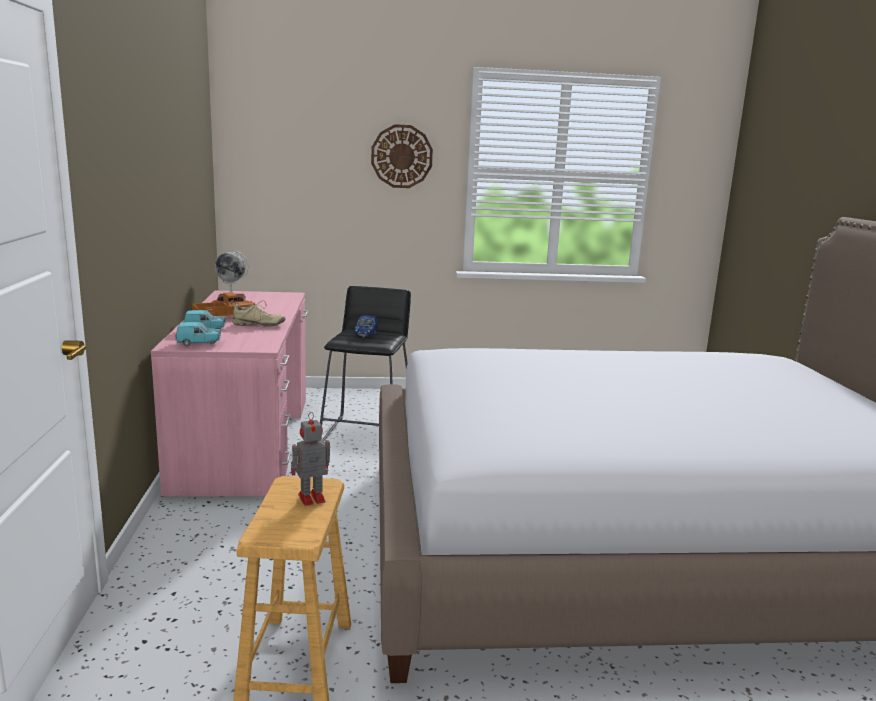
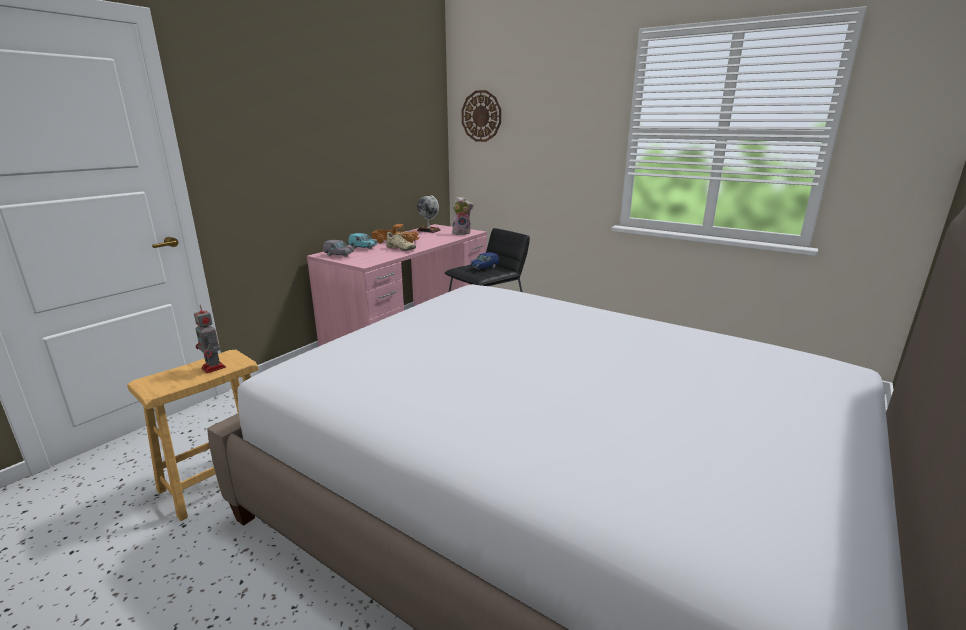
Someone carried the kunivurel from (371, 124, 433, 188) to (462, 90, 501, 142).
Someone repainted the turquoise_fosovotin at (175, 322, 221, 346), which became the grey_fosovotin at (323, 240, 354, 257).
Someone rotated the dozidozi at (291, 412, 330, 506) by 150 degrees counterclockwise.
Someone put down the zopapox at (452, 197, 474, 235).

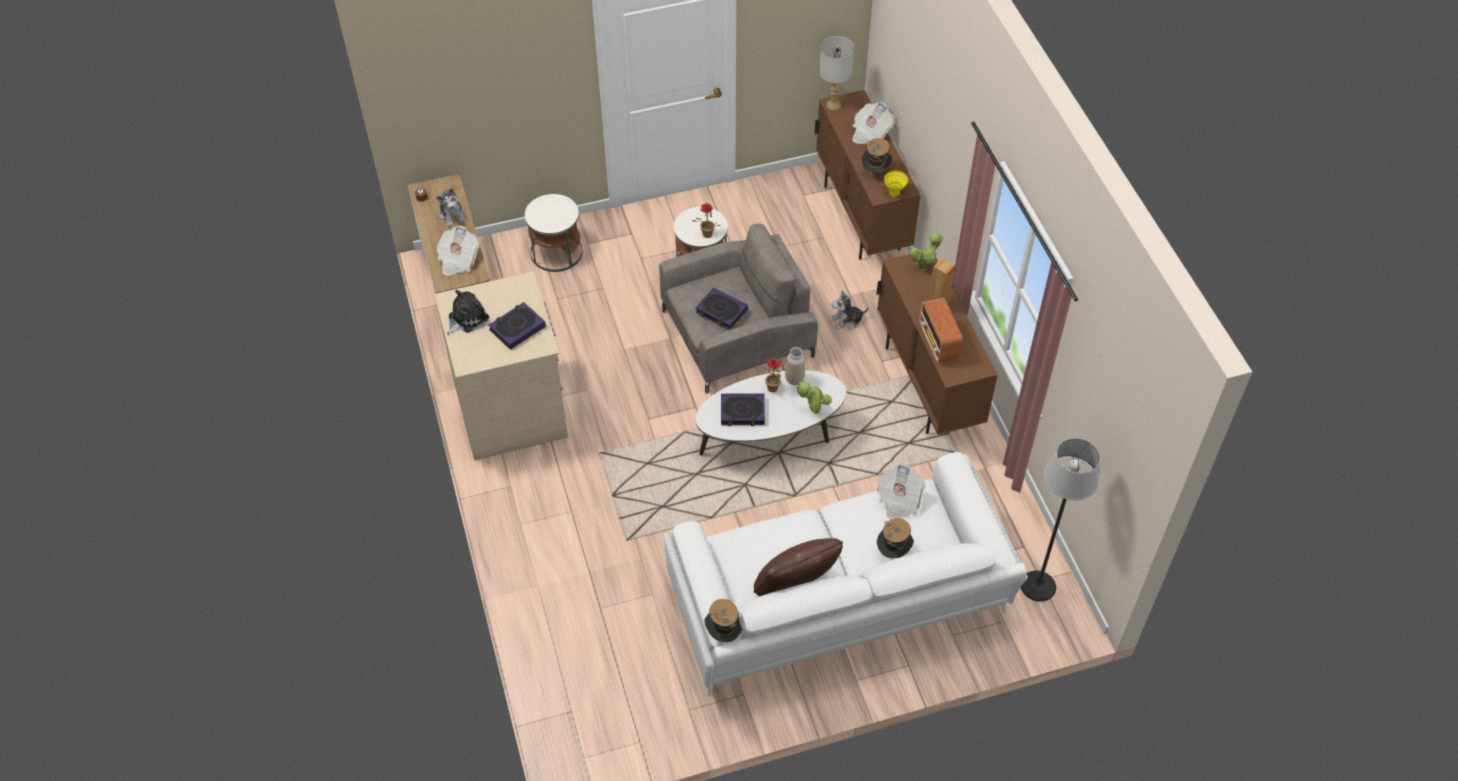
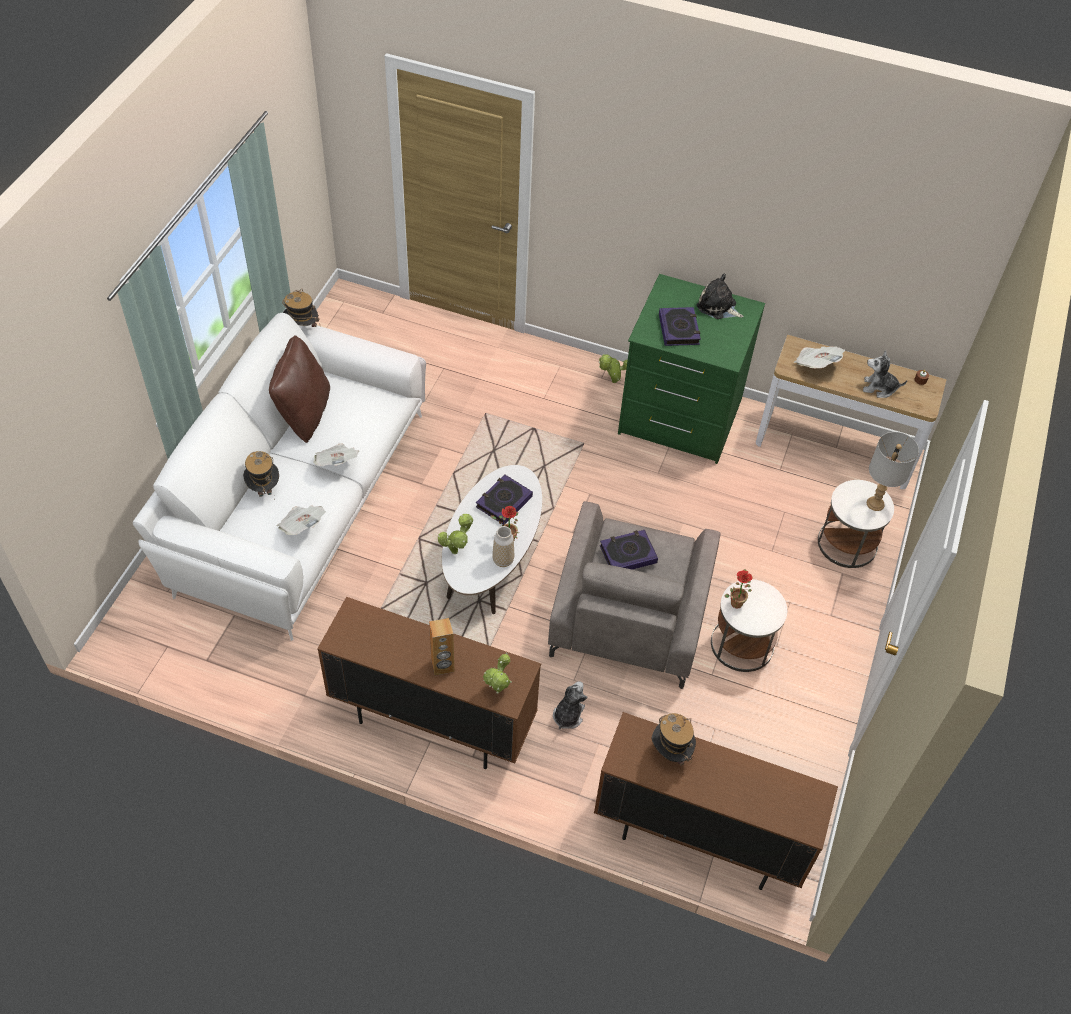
Someone carried the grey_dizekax from (819, 36, 854, 111) to (867, 432, 919, 511).
Someone carried the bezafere from (852, 102, 894, 144) to (313, 443, 359, 466).
Someone took away the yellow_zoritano at (884, 170, 908, 197).
Someone repainted the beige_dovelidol at (434, 272, 568, 461), which became the green_dovelidol at (618, 274, 765, 464).
Someone rotated the zopapox at (447, 290, 489, 336) by 135 degrees clockwise.
Someone took away the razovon at (919, 297, 963, 362).
Someone took away the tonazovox at (1021, 438, 1100, 602).
Someone put down the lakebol at (598, 354, 628, 383).

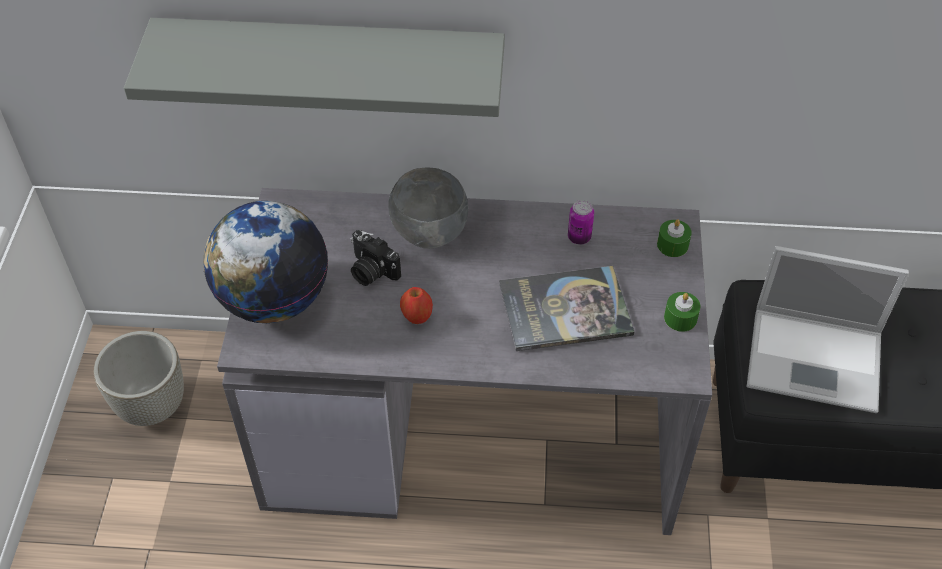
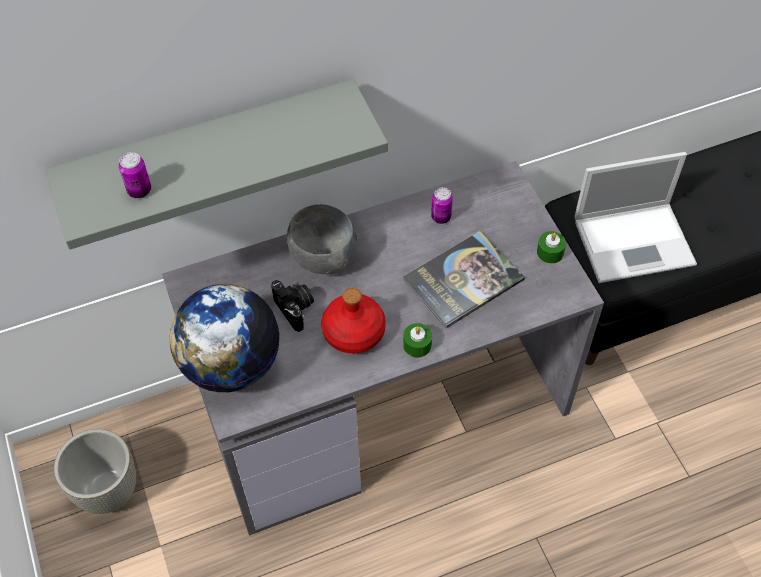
Someone carried the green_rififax from (657, 219, 692, 257) to (403, 323, 432, 358).
Someone rotated the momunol at (351, 230, 401, 286) by 135 degrees counterclockwise.
Someone swapped the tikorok at (400, 287, 433, 324) for the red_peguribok at (321, 288, 386, 354).
Someone put down the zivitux at (119, 152, 151, 198).

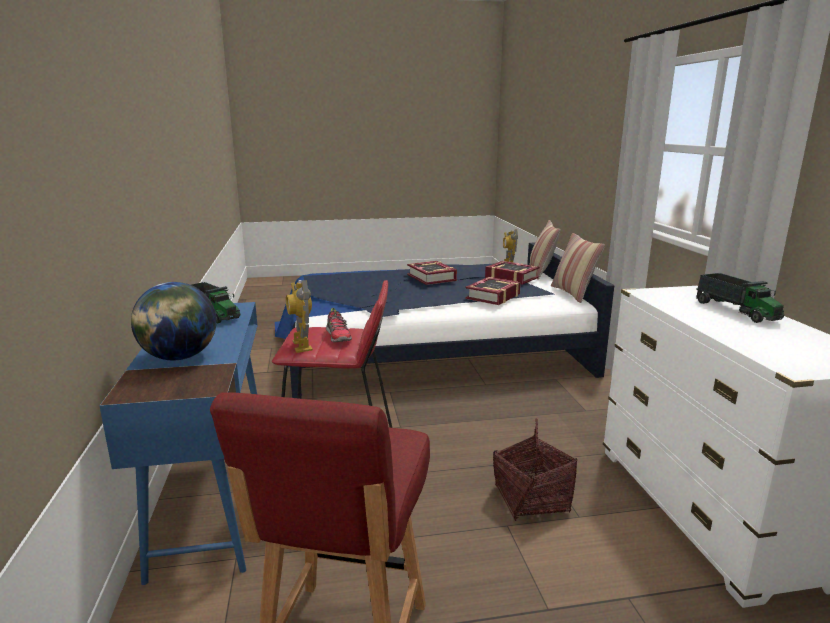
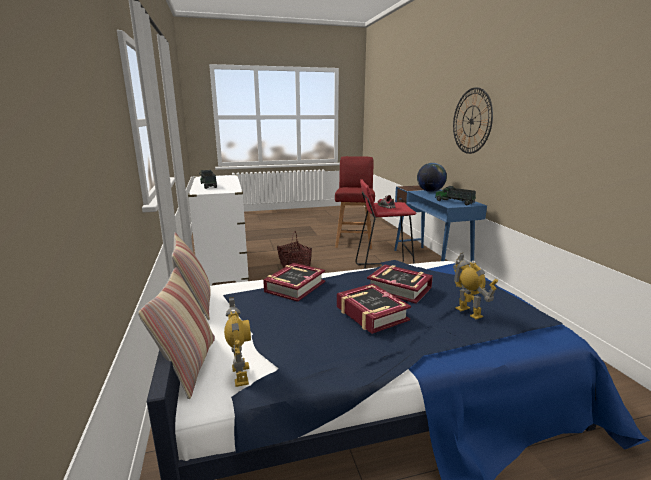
Someone carried the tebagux from (485, 261, 540, 285) to (367, 264, 433, 304).
Someone carried the dozidozi from (286, 280, 313, 353) to (453, 253, 498, 319).
Someone put up the kunivurel at (453, 87, 493, 154).

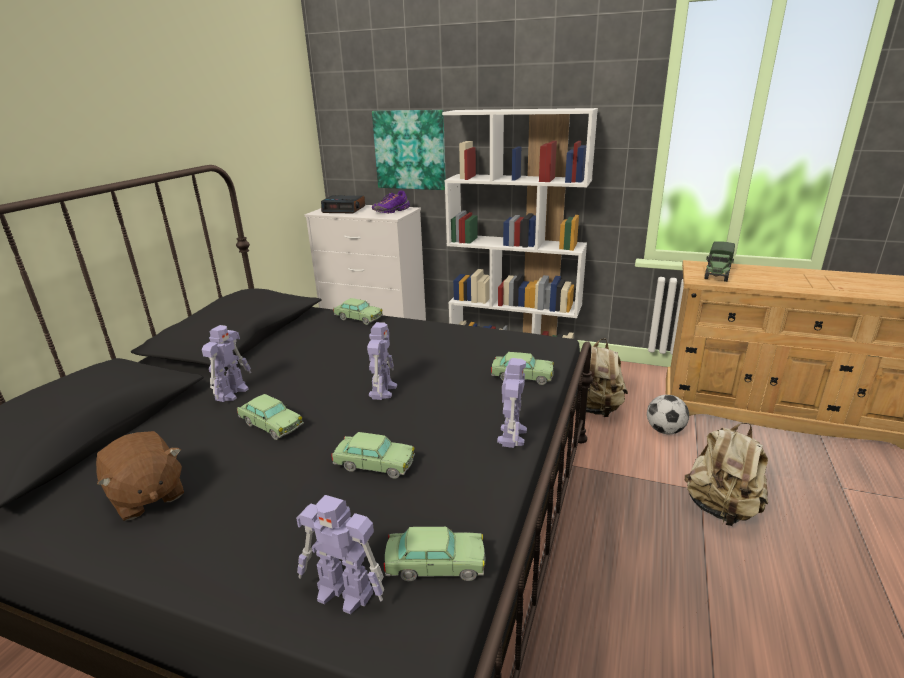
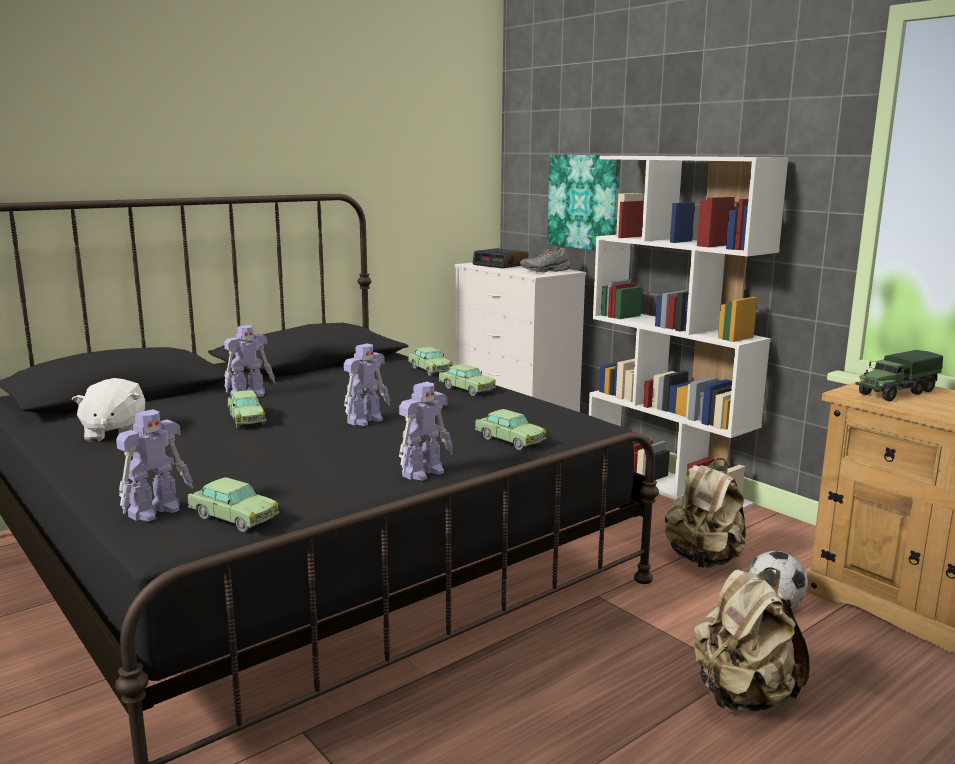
Someone repainted the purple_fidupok at (372, 190, 410, 214), which became the grey_fidupok at (520, 248, 571, 272).
Someone repainted the brown_zopapox at (96, 431, 184, 521), which became the white_zopapox at (72, 378, 145, 442).
Someone carried the fosovotin from (331, 432, 415, 479) to (439, 364, 496, 396).
Someone rotated the dozidozi at (296, 495, 384, 614) by 105 degrees counterclockwise.

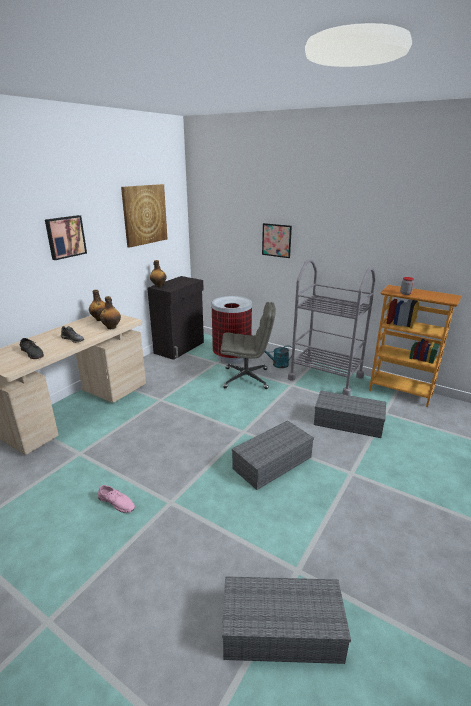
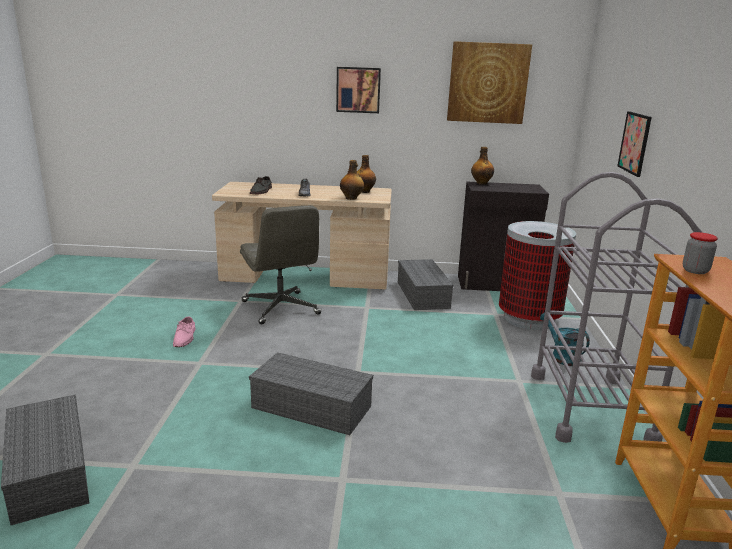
Someone carried the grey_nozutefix from (220, 302, 276, 389) to (240, 205, 321, 324).
Someone carried the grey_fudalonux from (314, 391, 386, 438) to (398, 259, 453, 310).

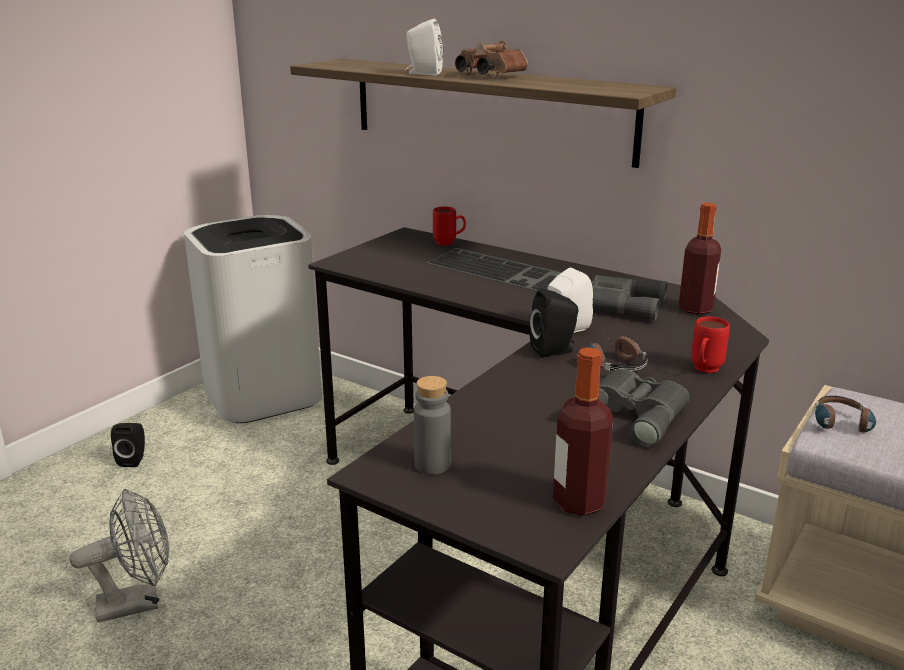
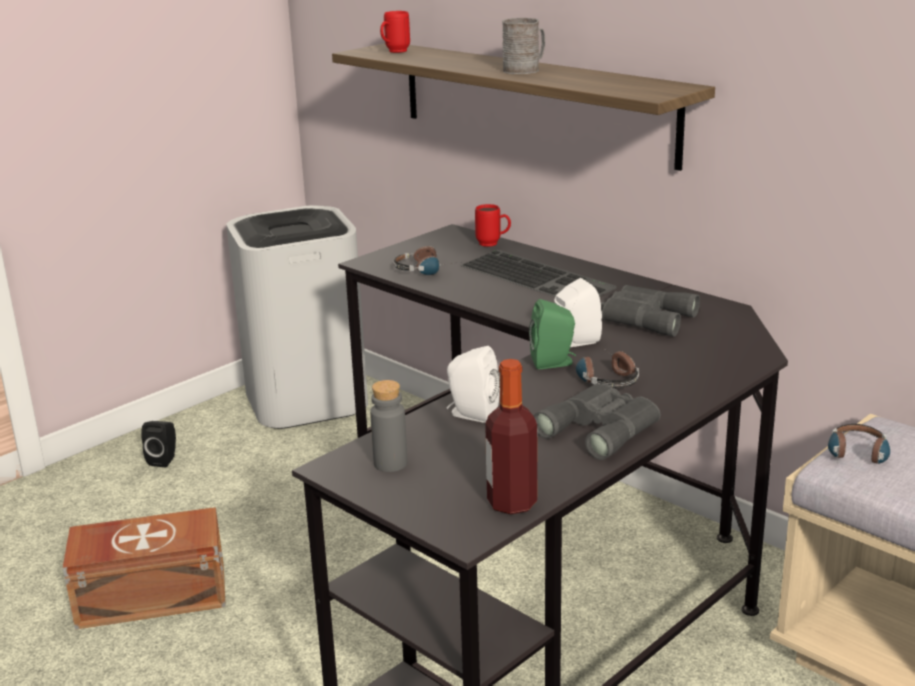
Someone carried the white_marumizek from (405, 19, 443, 75) to (447, 346, 500, 423).
Someone swapped the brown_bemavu at (455, 40, 528, 79) for the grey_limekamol at (502, 18, 545, 74).
Someone took away the peguribok at (679, 203, 721, 315).
Someone repainted the black_marumizek at (530, 288, 578, 358), which became the green_marumizek at (529, 299, 576, 369).
Someone carried the red_limekamol from (691, 316, 730, 373) to (380, 11, 410, 53).
Someone swapped the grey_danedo at (70, 489, 169, 623) for the brown_fudalonux at (63, 507, 226, 629).
Someone put down the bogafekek at (394, 246, 452, 275).

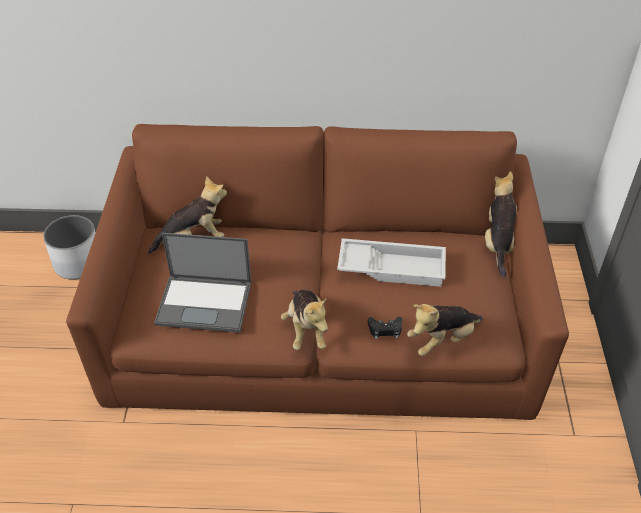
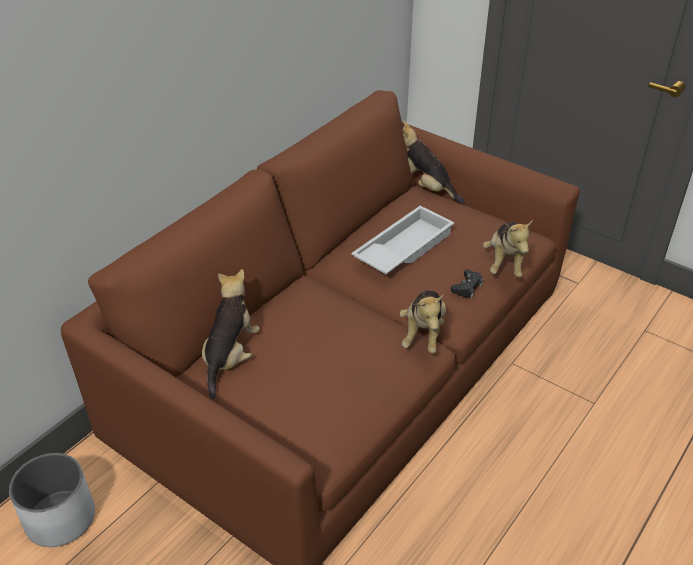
Someone took away the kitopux at (154, 233, 251, 333).
Someone rotated the zopapox at (281, 290, 328, 350) by 75 degrees clockwise.

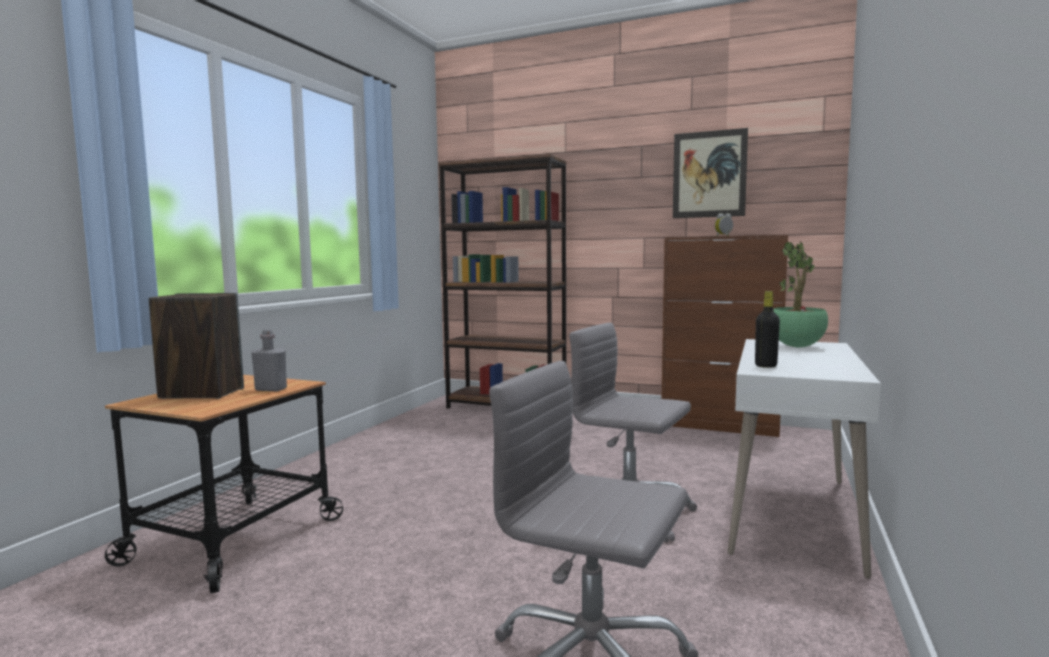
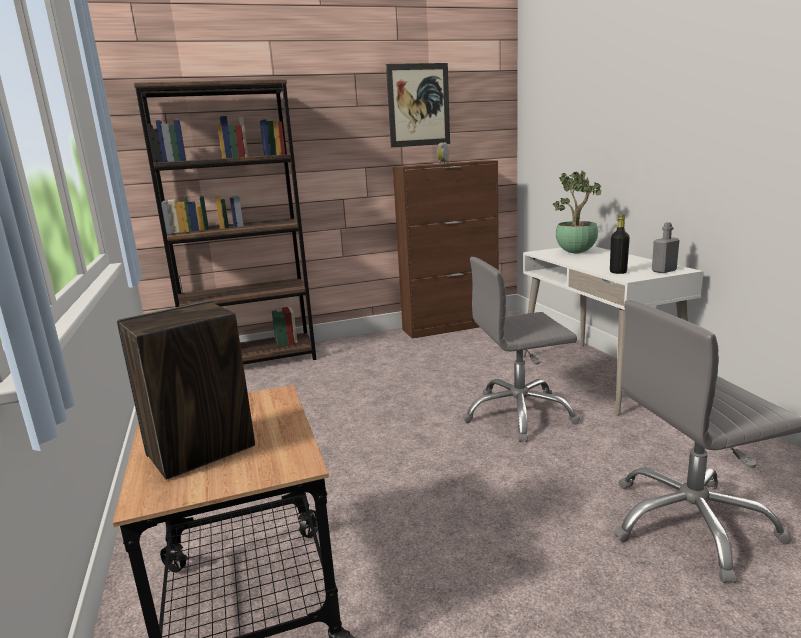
Someone carried the grey_peguribok from (251, 329, 287, 391) to (652, 222, 679, 273).

